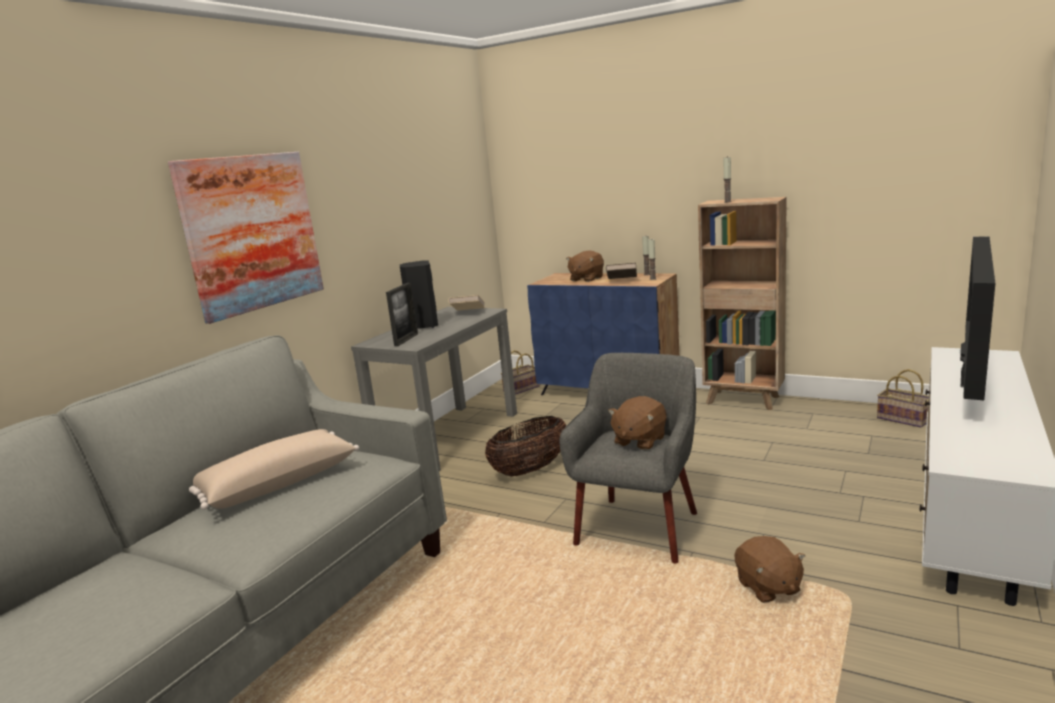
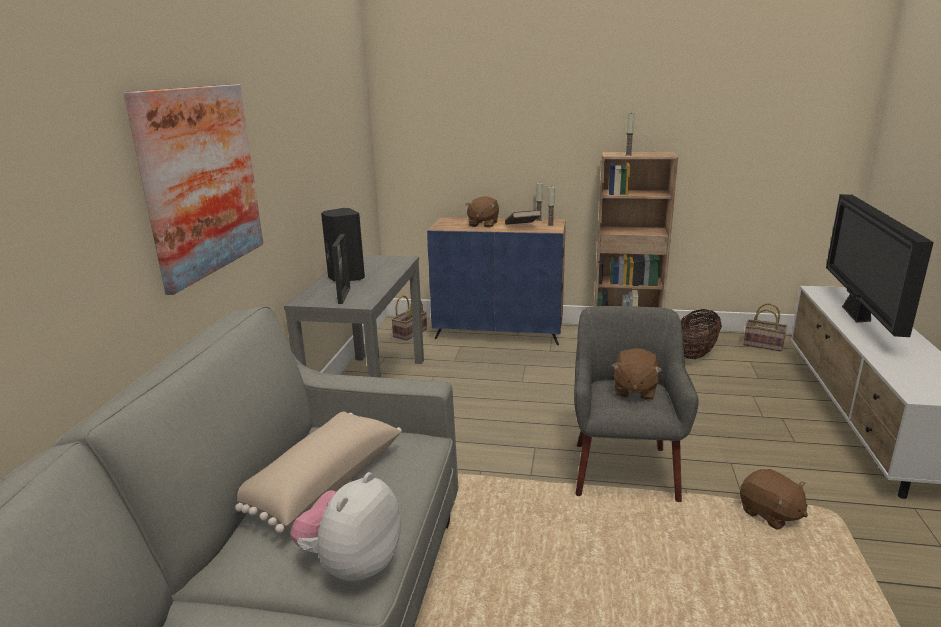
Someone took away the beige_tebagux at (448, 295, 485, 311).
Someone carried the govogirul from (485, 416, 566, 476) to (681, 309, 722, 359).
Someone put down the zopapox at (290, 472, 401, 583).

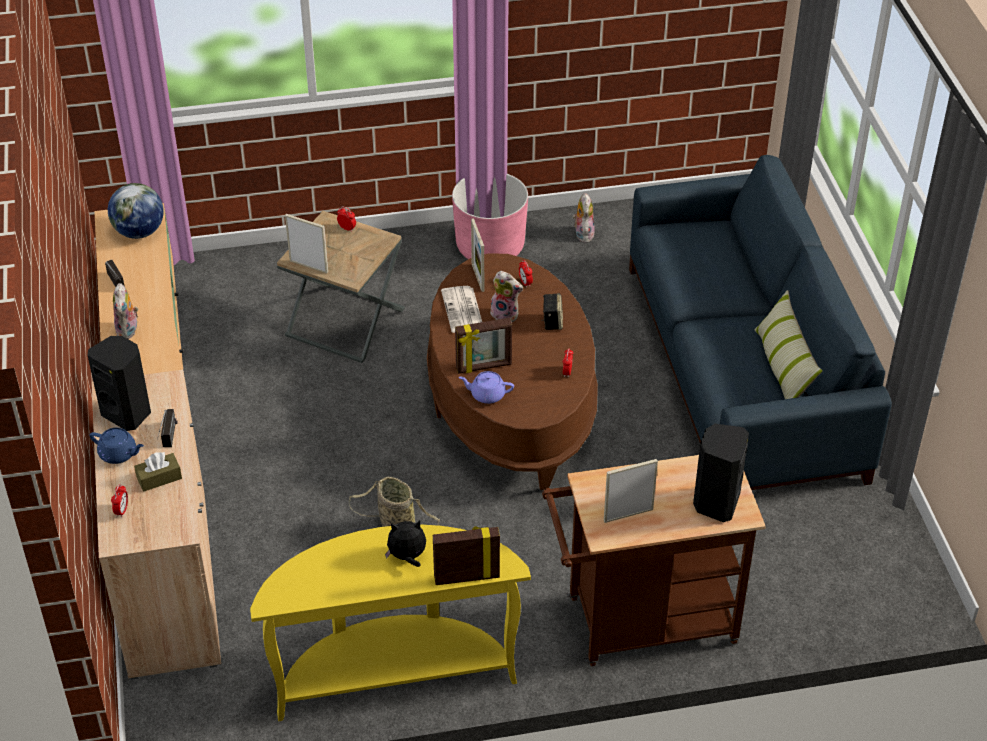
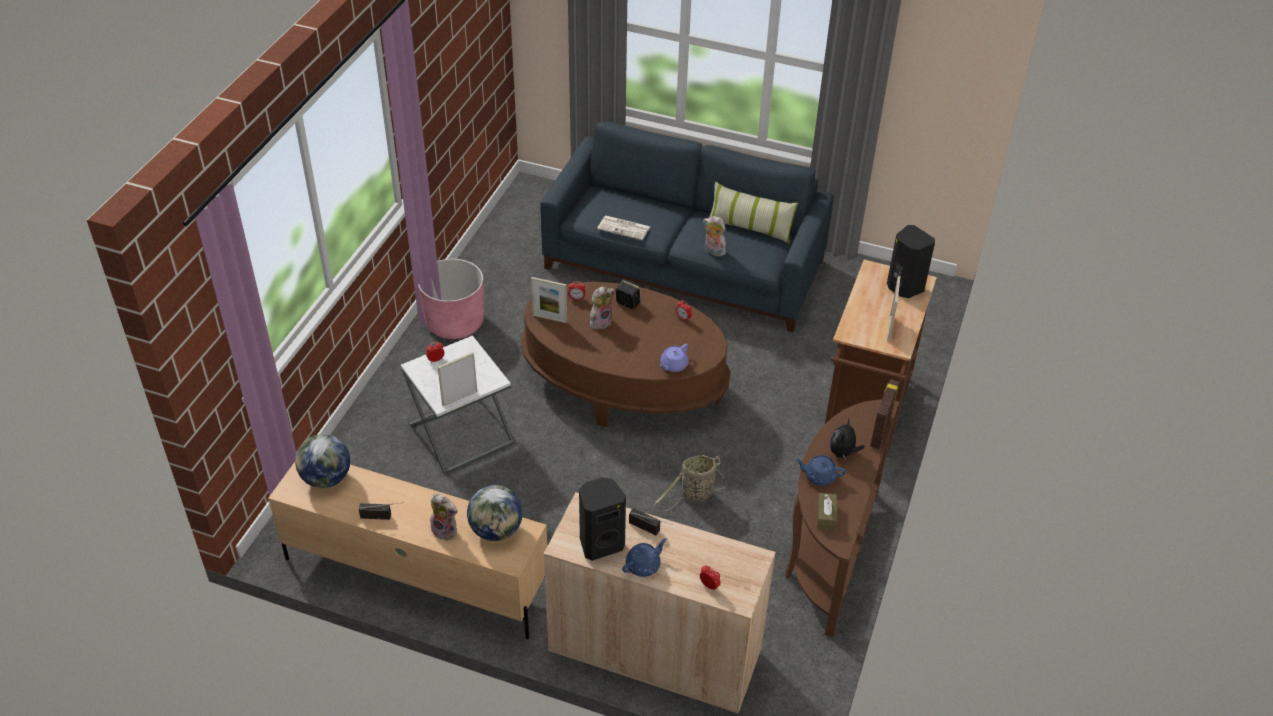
Someone carried the zopapox from (573, 193, 595, 243) to (703, 216, 726, 257).
Someone repainted the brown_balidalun at (277, 211, 405, 363), which became the white_balidalun at (401, 336, 515, 474).
Someone carried the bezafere from (441, 286, 482, 333) to (597, 215, 650, 240).
Someone took away the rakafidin at (455, 318, 512, 374).
Someone carried the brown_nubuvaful from (134, 452, 182, 492) to (817, 493, 837, 530).
Someone repainted the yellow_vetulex at (250, 525, 531, 721), which became the brown_vetulex at (785, 400, 899, 637).
Someone put down the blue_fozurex at (795, 455, 846, 486).
Someone put down the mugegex at (467, 485, 523, 541).

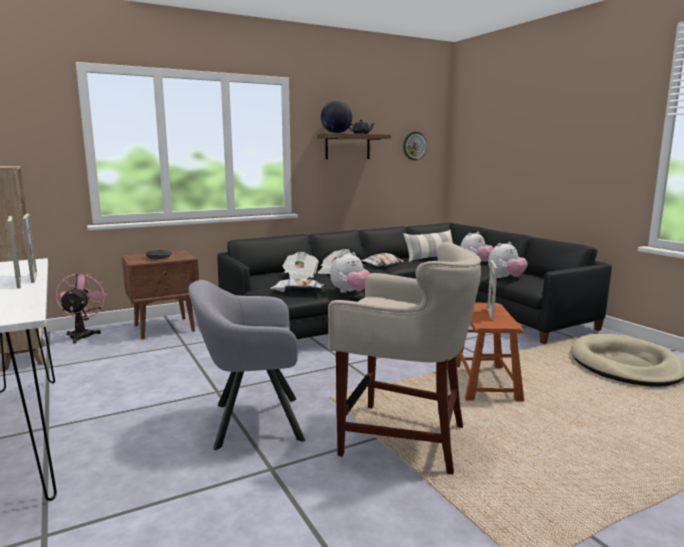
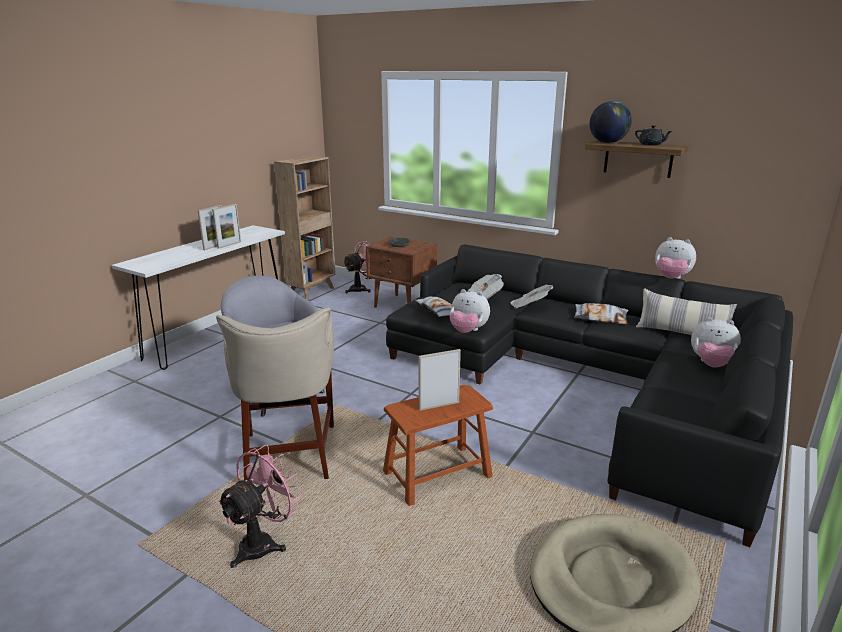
Someone took away the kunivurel at (403, 132, 427, 160).
Someone carried the zopapox from (488, 242, 528, 278) to (655, 237, 696, 279).
Someone put down the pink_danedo at (217, 445, 303, 568).

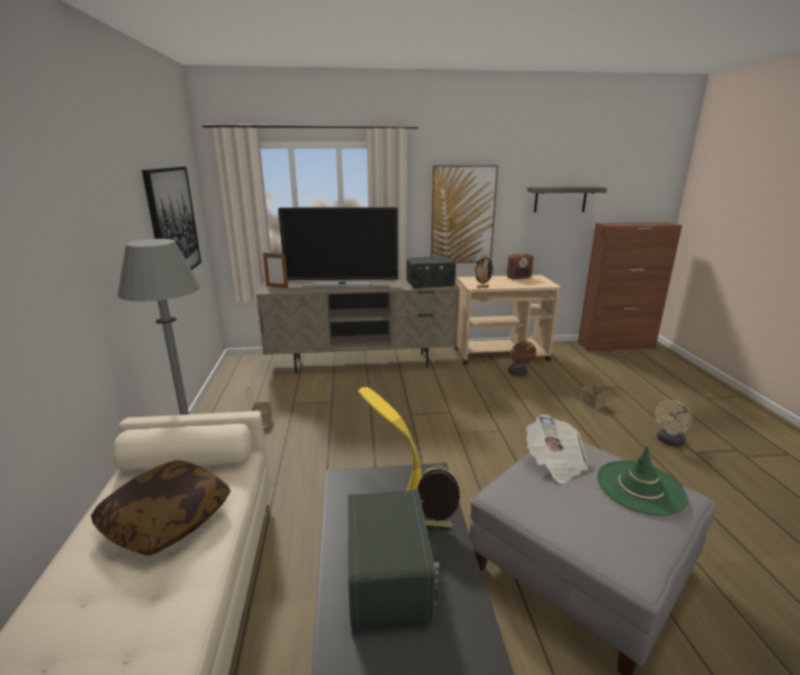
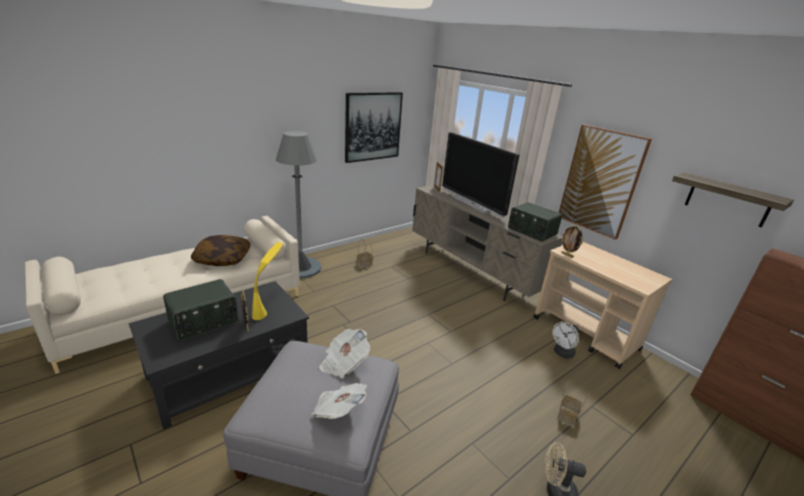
Someone took away the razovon at (507, 252, 534, 279).
Someone repainted the brown_danedo at (508, 341, 536, 376), which became the white_danedo at (552, 322, 579, 358).
Someone swapped the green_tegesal at (597, 446, 688, 516) for the bezafere at (311, 383, 367, 419).

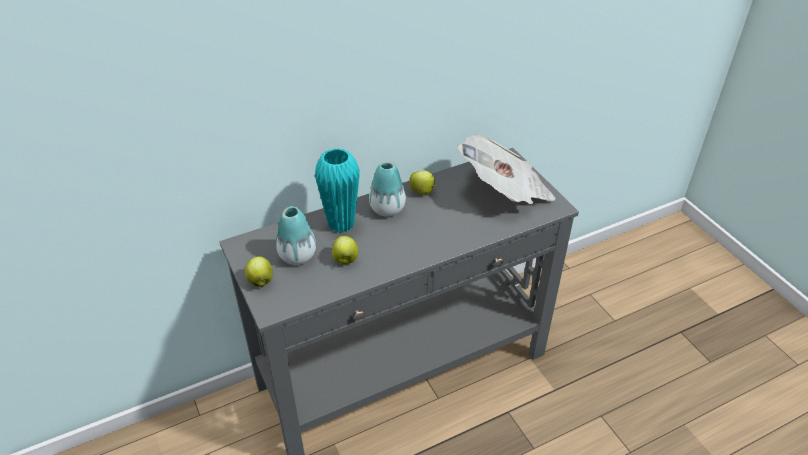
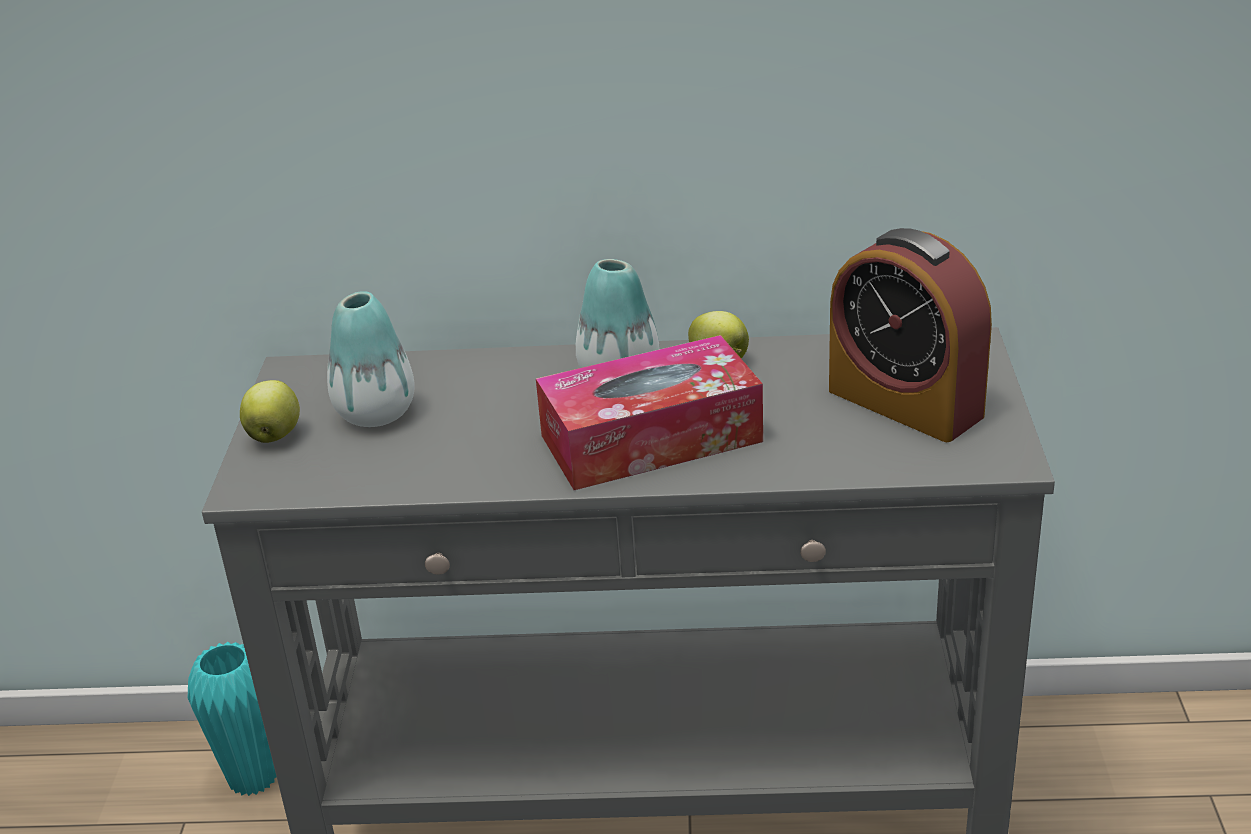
Someone swapped the bezafere at (457, 135, 556, 204) for the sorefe at (829, 228, 992, 442).
Someone carried the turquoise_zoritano from (315, 148, 360, 233) to (188, 642, 276, 796).
Someone took away the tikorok at (332, 236, 358, 264).
Someone put down the nubuvaful at (536, 335, 763, 490).

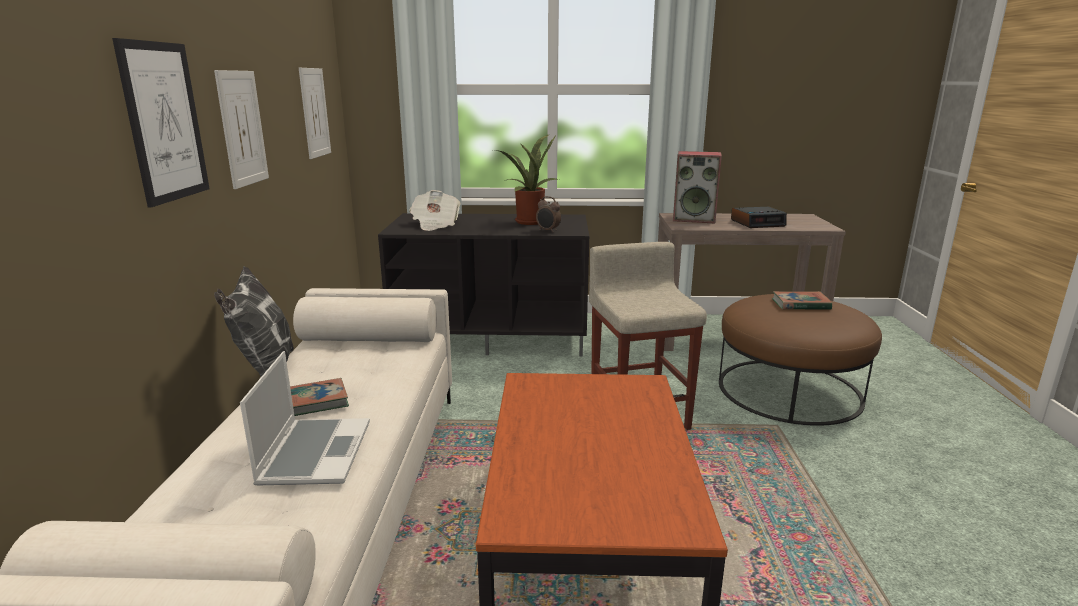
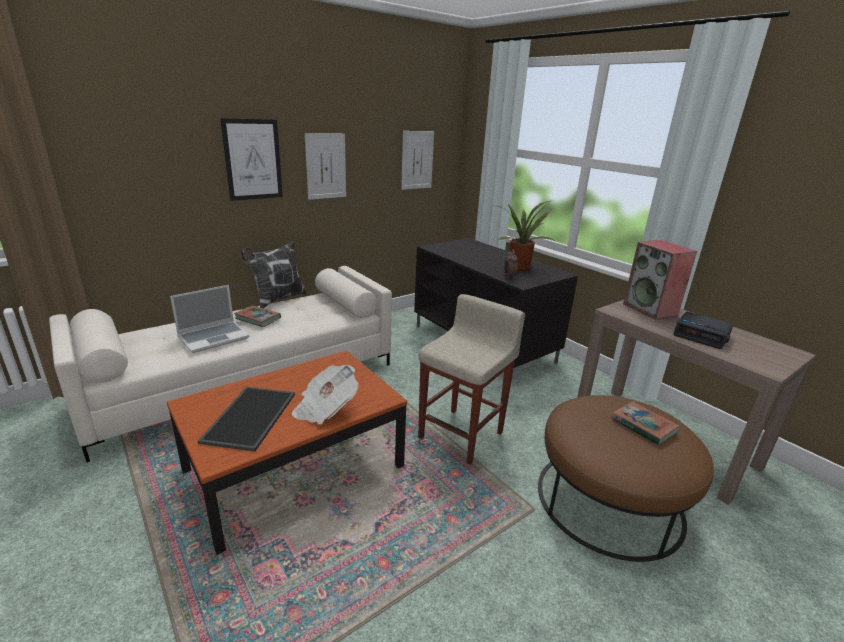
Someone carried the bezafere from (409, 190, 461, 231) to (292, 365, 358, 425).
Someone put down the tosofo at (198, 387, 295, 451).

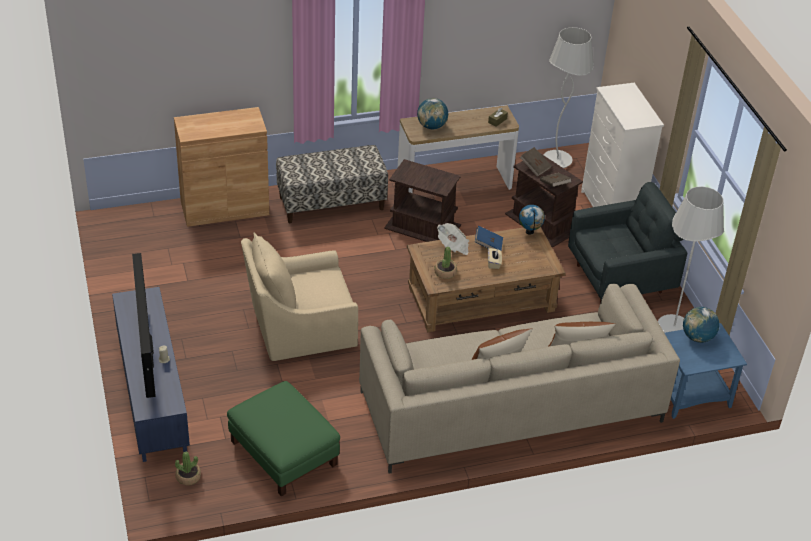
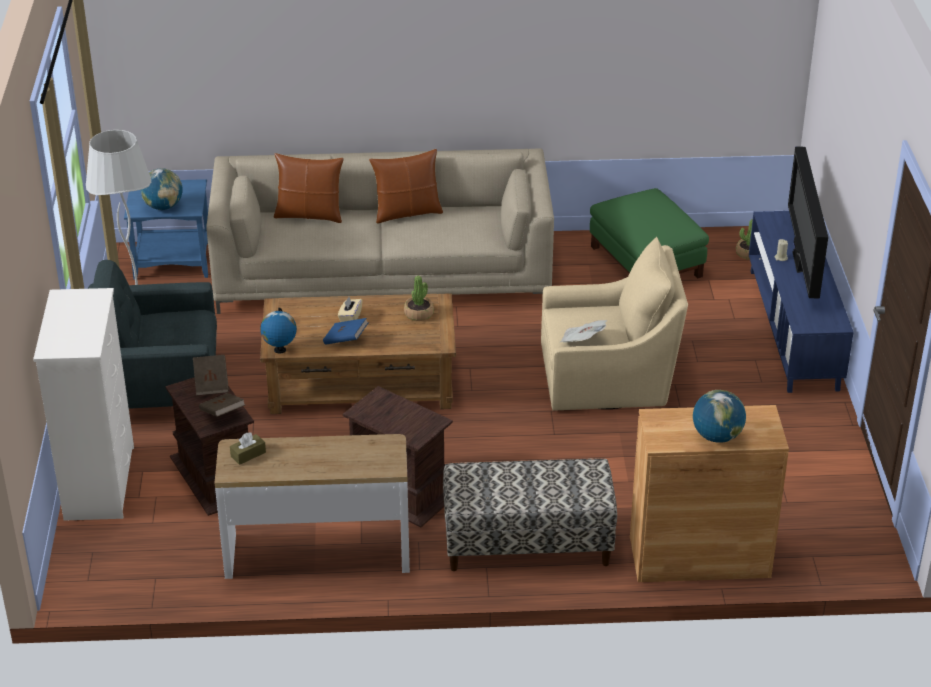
Someone took away the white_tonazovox at (544, 27, 594, 168).
Someone carried the mugegex from (417, 98, 448, 129) to (693, 390, 746, 443).
Someone carried the bezafere from (437, 223, 469, 255) to (560, 320, 607, 343).

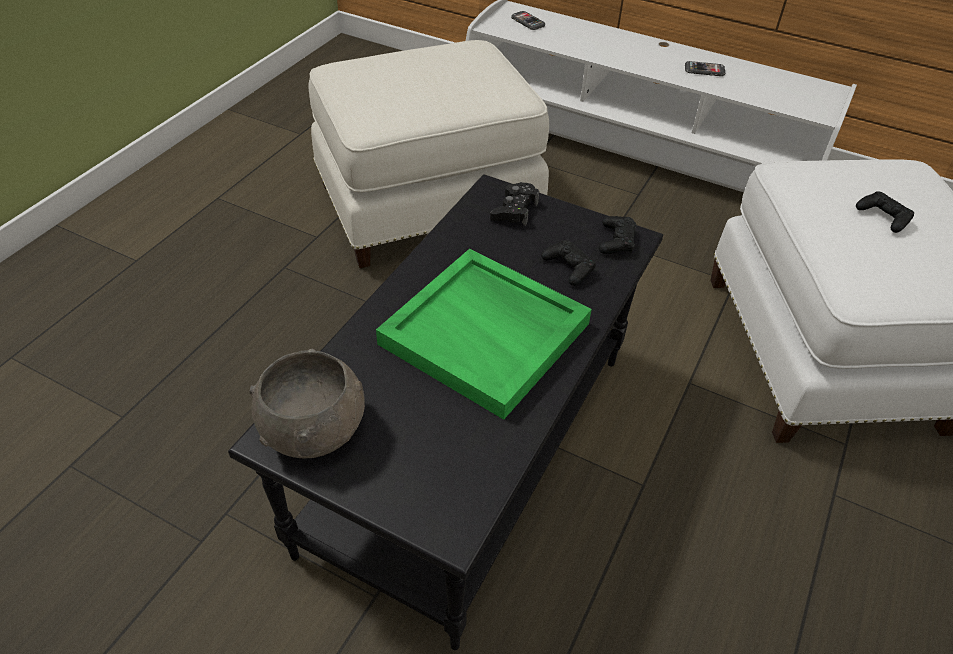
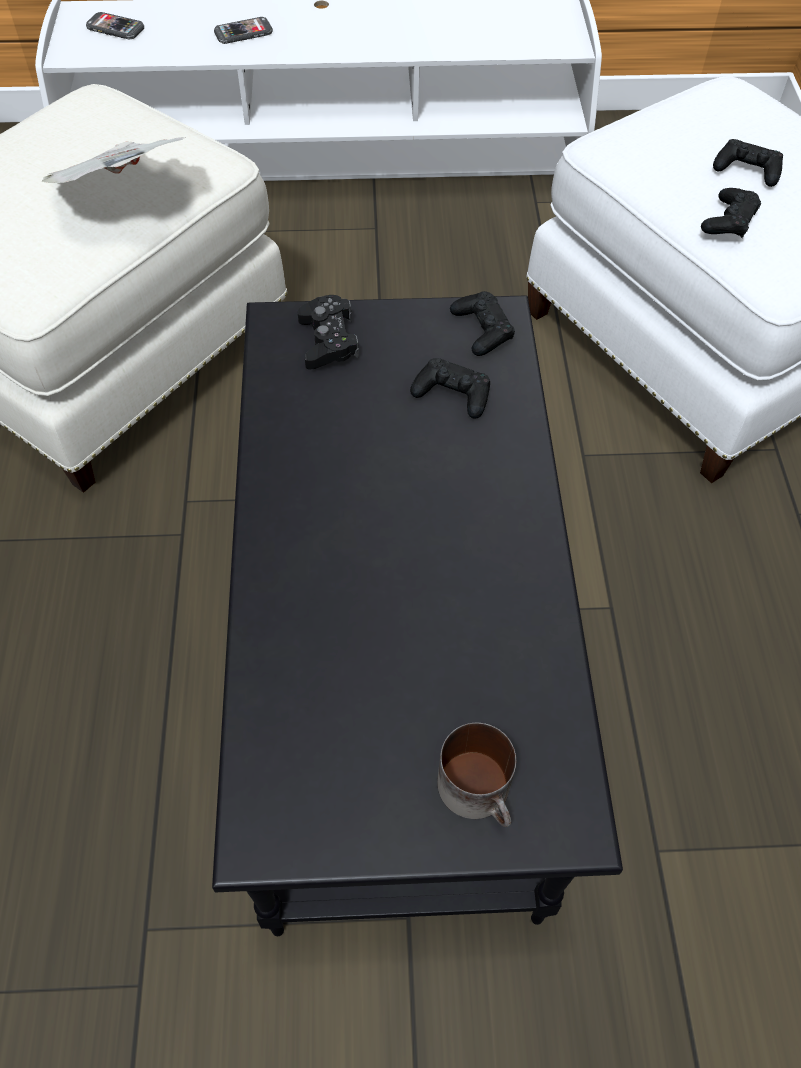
Someone carried the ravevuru from (685, 61, 725, 76) to (214, 17, 273, 44).
Someone took away the green_tosofo at (376, 249, 592, 420).
Someone took away the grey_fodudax at (249, 349, 365, 459).
Someone put down the bezafere at (42, 137, 184, 183).
Someone put down the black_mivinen at (701, 188, 761, 238).
Someone put down the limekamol at (437, 723, 516, 827).

